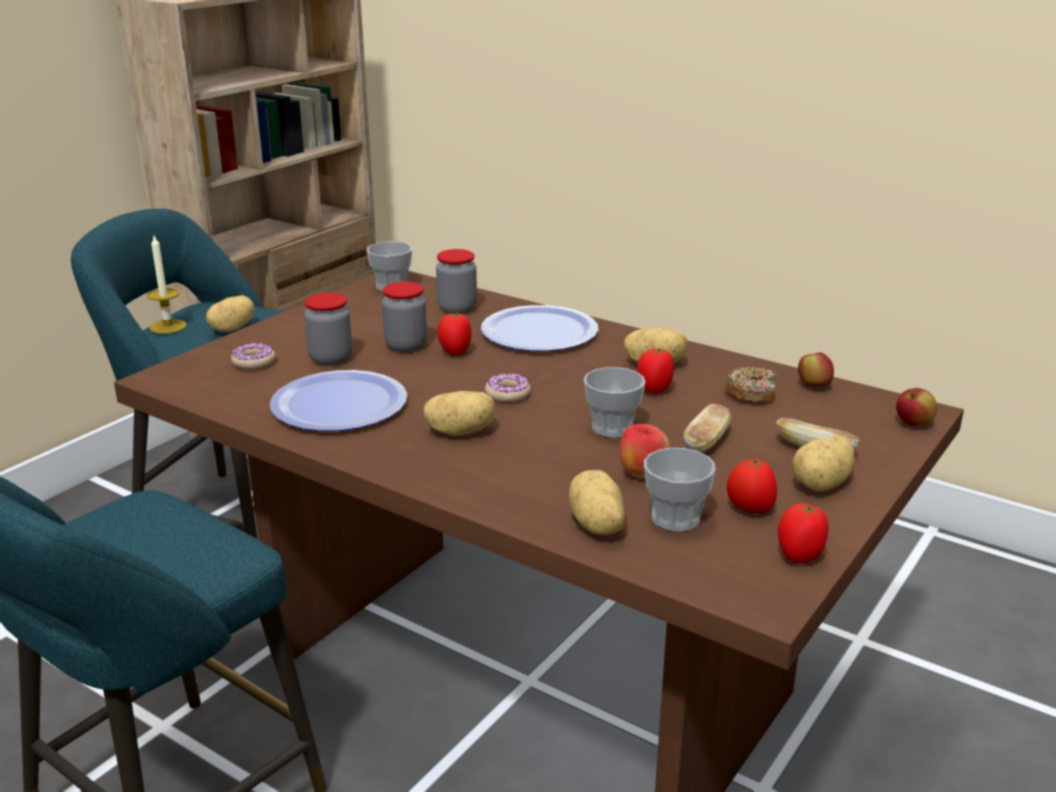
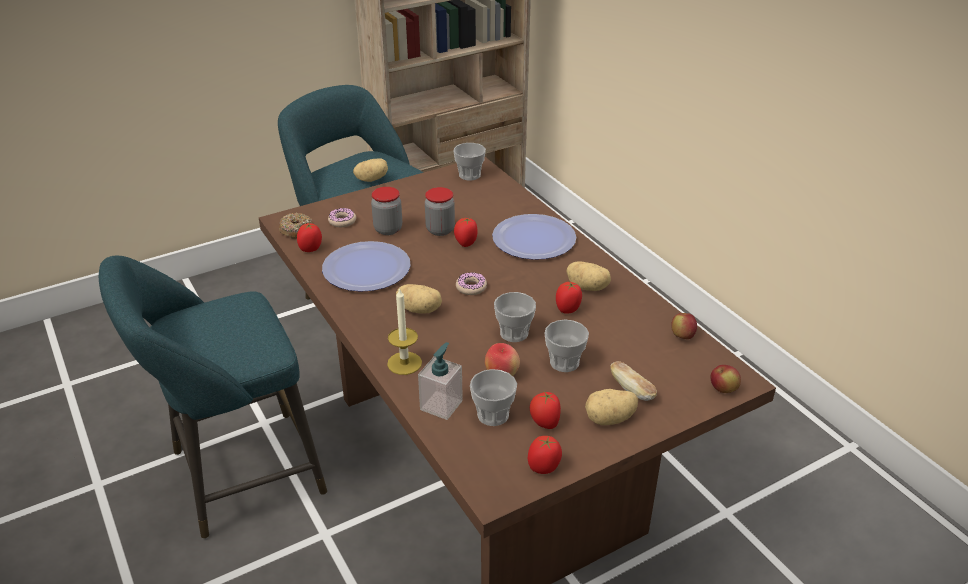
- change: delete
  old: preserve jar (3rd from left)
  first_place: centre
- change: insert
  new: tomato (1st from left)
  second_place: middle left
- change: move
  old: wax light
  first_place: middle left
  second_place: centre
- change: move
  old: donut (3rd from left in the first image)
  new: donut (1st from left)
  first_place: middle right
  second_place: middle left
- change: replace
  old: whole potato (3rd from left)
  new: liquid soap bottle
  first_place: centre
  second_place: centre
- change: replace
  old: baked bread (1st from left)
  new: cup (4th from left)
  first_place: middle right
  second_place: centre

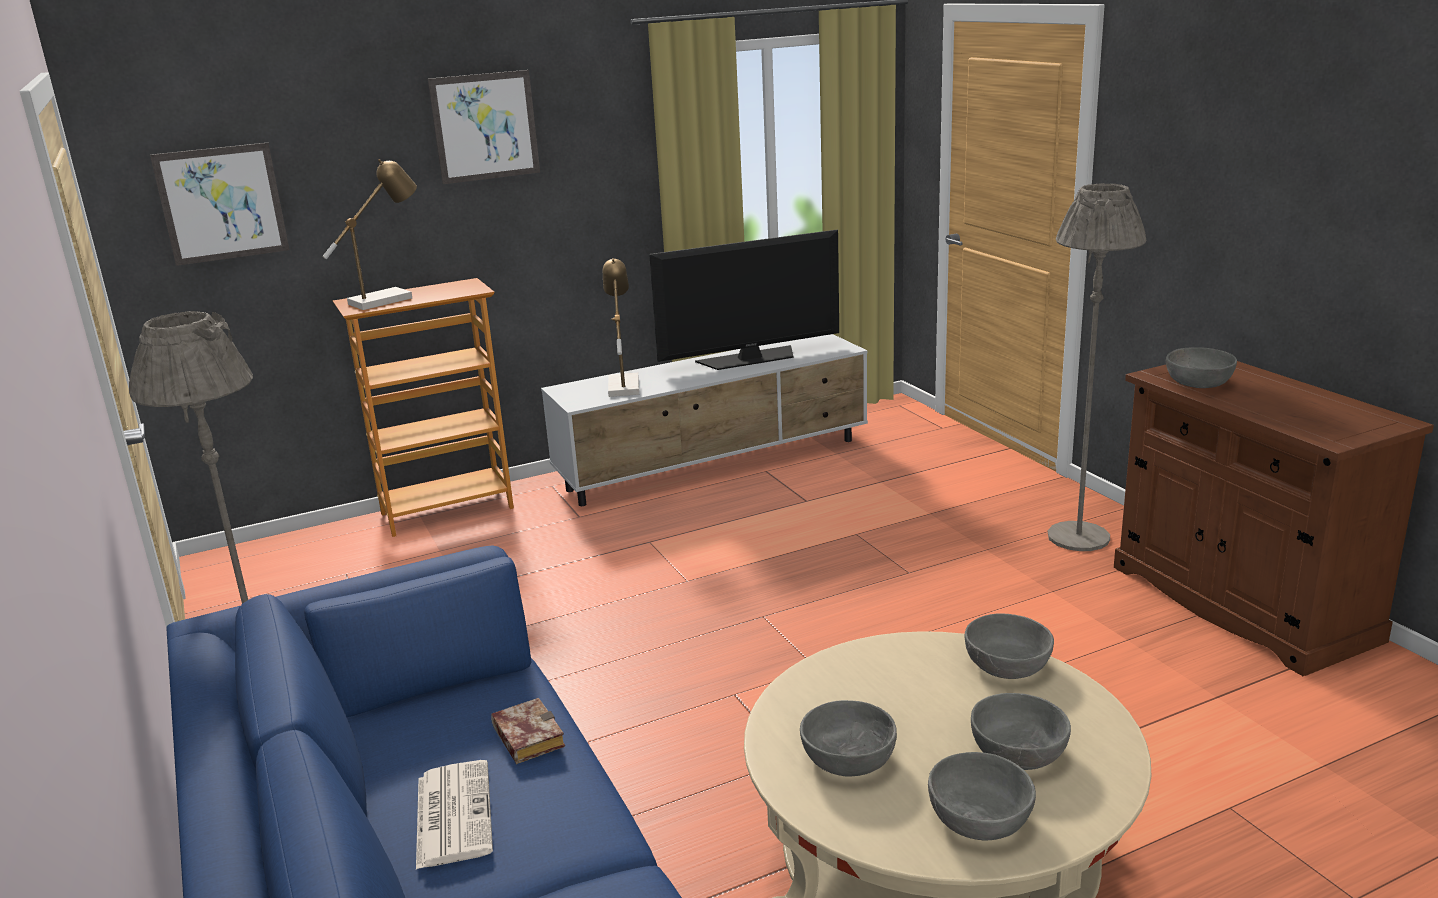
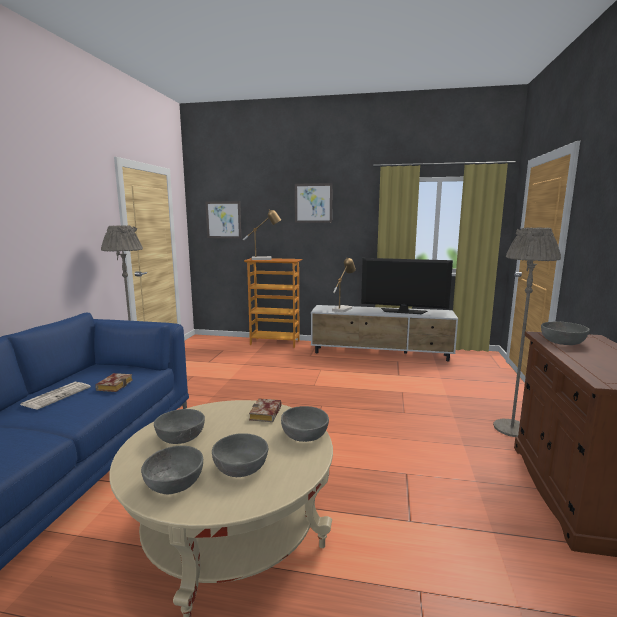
- change: insert
  new: volume (2nd from left)
  second_place: centre

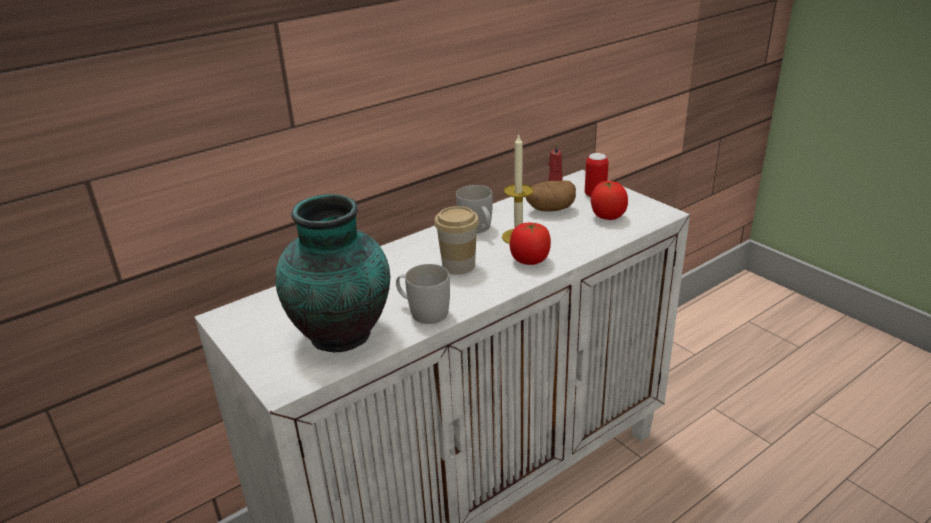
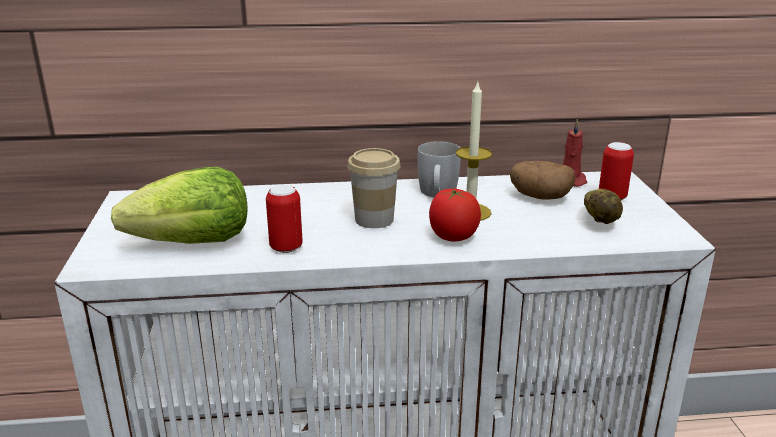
- change: replace
  old: decorative vase
  new: head of lettuce
  first_place: centre
  second_place: middle left
- change: replace
  old: tea mug/whitish (1st from left)
  new: metal can (1st from left)
  first_place: centre
  second_place: centre
- change: replace
  old: tomato (2nd from left)
  new: whole potato (2nd from left)
  first_place: centre
  second_place: middle right

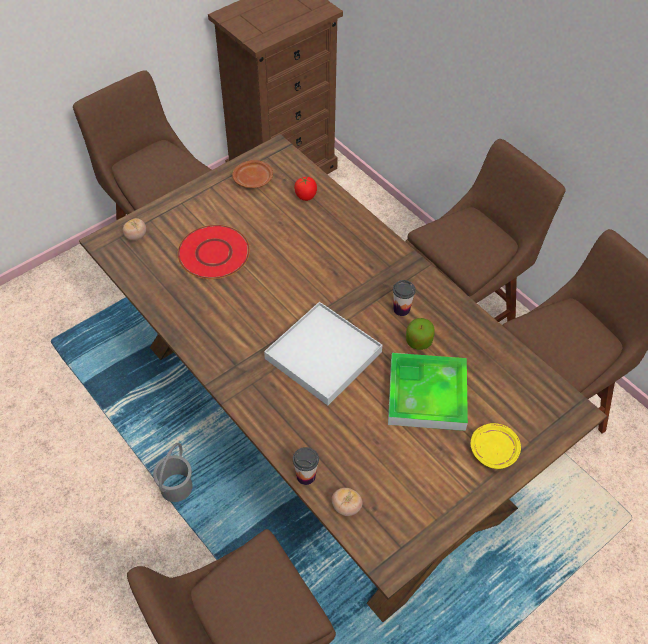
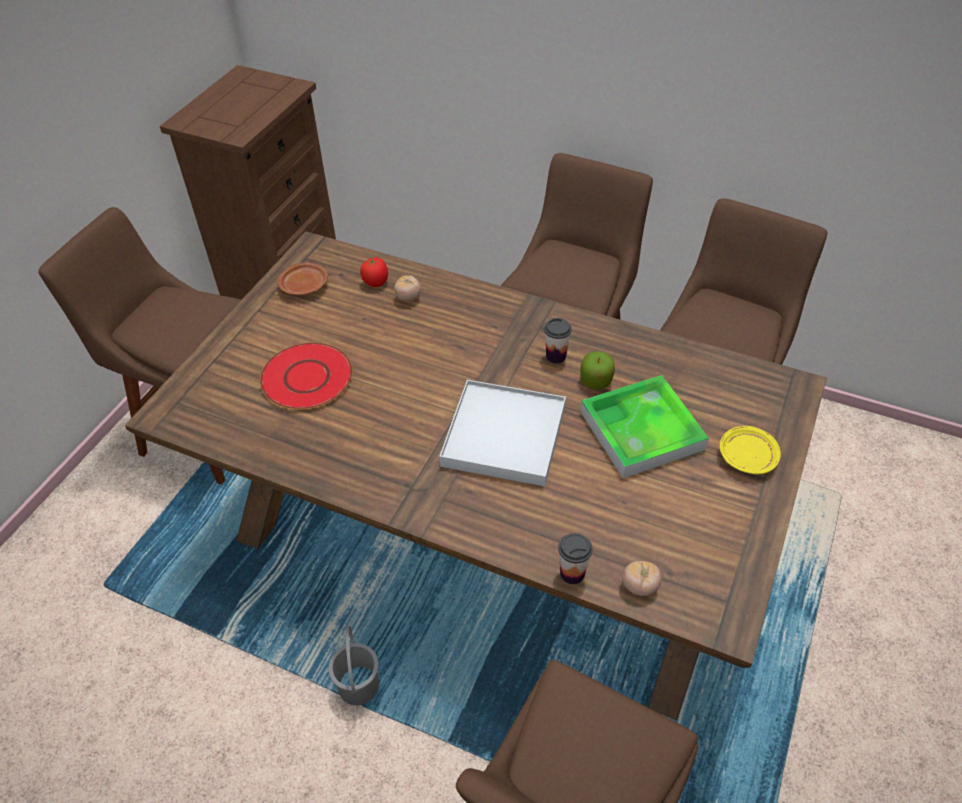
- change: move
  old: tomato (1st from left in the first image)
  new: tomato (2nd from left)
  first_place: middle left
  second_place: centre

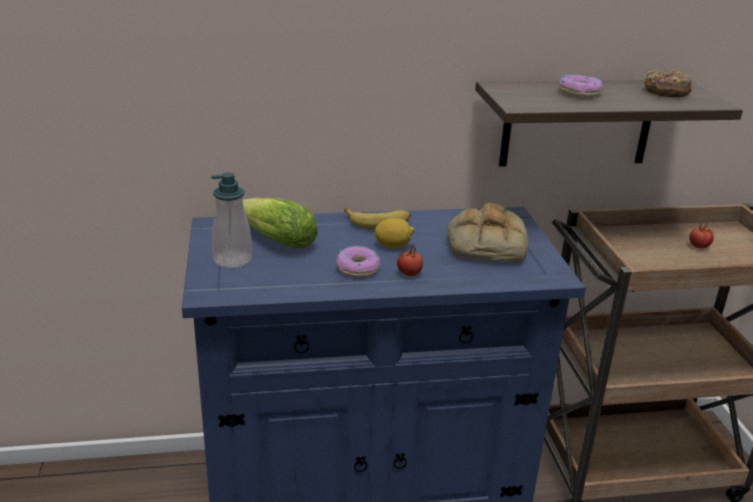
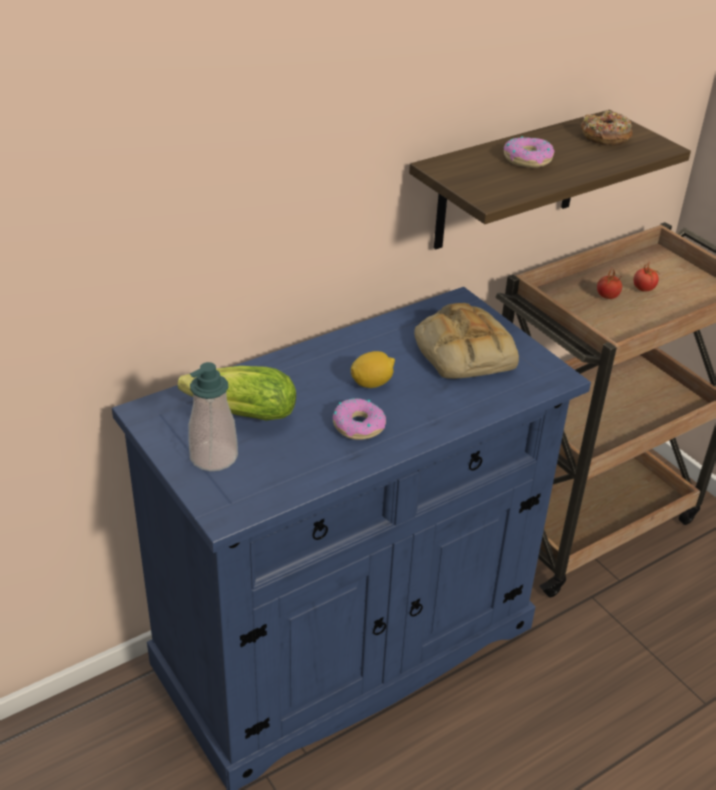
- change: delete
  old: whole banana
  first_place: centre
- change: move
  old: tomato (1st from left)
  first_place: centre
  second_place: middle right

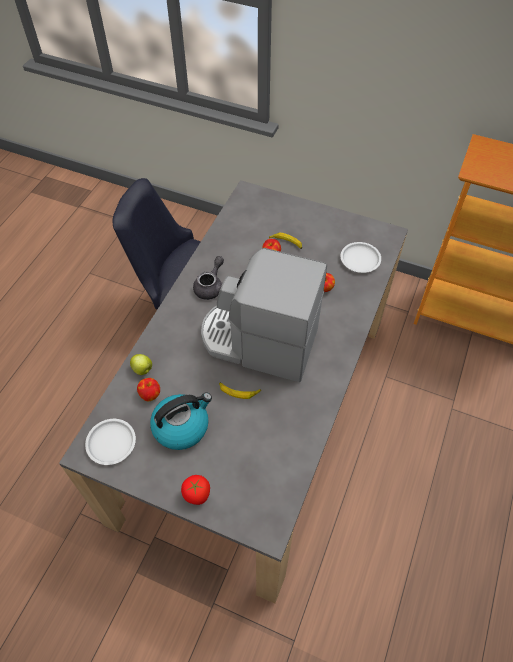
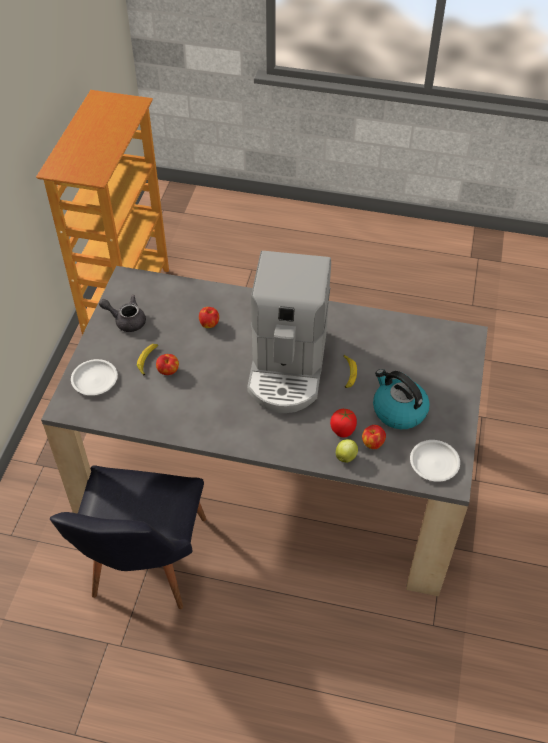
- change: move
  old: tomato
  first_place: bottom centre
  second_place: centre
- change: move
  old: tea pot/gray
  first_place: centre
  second_place: middle left
- change: move
  old: flat dish/whitish (2nd from left in the first image)
  new: flat dish/whitish (1st from left)
  first_place: middle right
  second_place: middle left

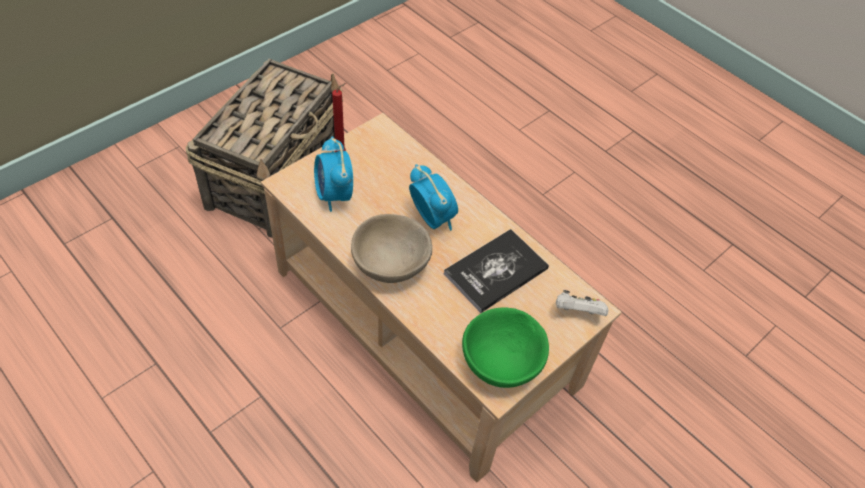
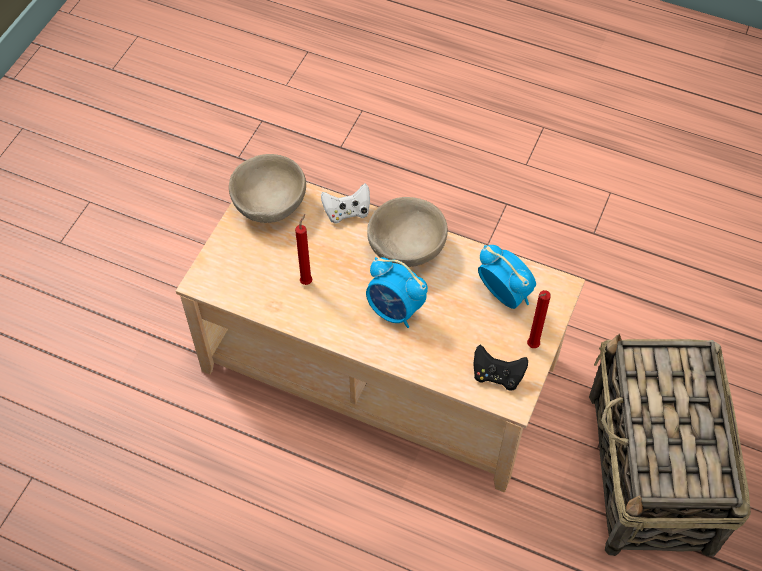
- change: insert
  new: gamepad/black-coloured
  second_place: centre
- change: move
  old: gamepad/whitish
  first_place: middle right
  second_place: centre
- change: replace
  old: volume
  new: wax light/red (1st from left)
  first_place: centre
  second_place: centre
- change: recolor
  old: bowl/green-coloured
  new: bowl/sand-coloured (1st from left)
  first_place: bottom centre
  second_place: top centre

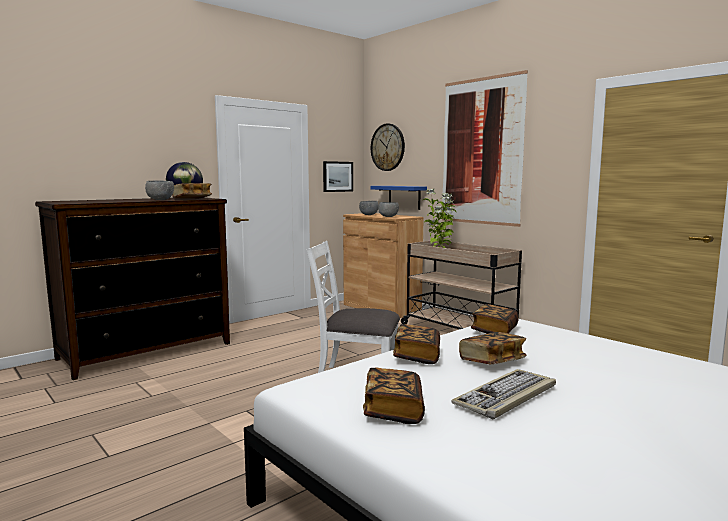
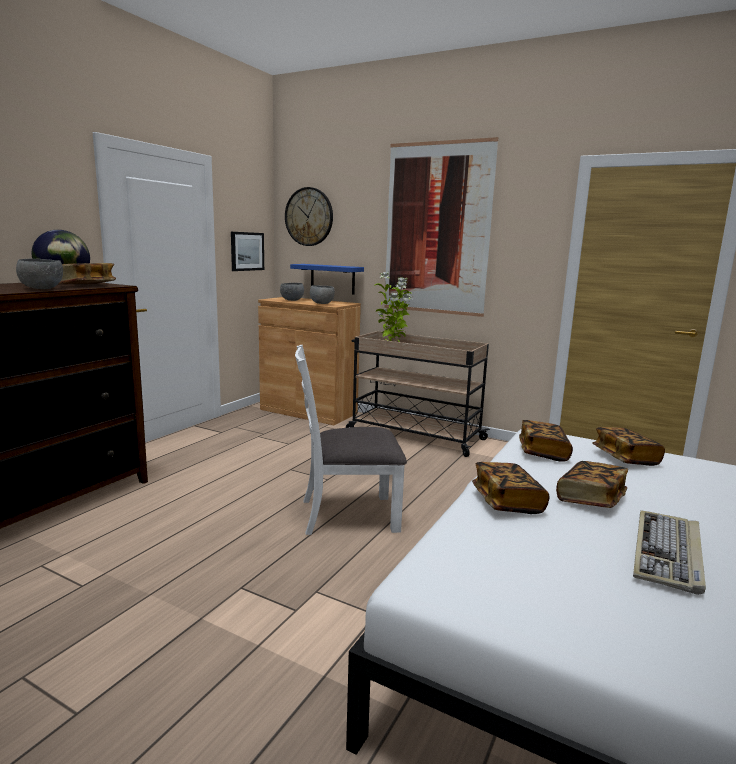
- change: move
  old: volume (2nd from left in the first image)
  new: volume (5th from left)
  first_place: bottom centre
  second_place: middle right

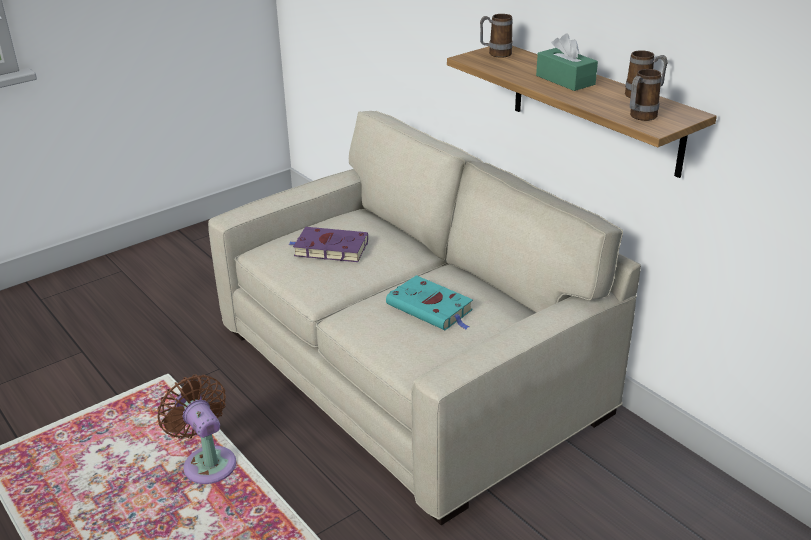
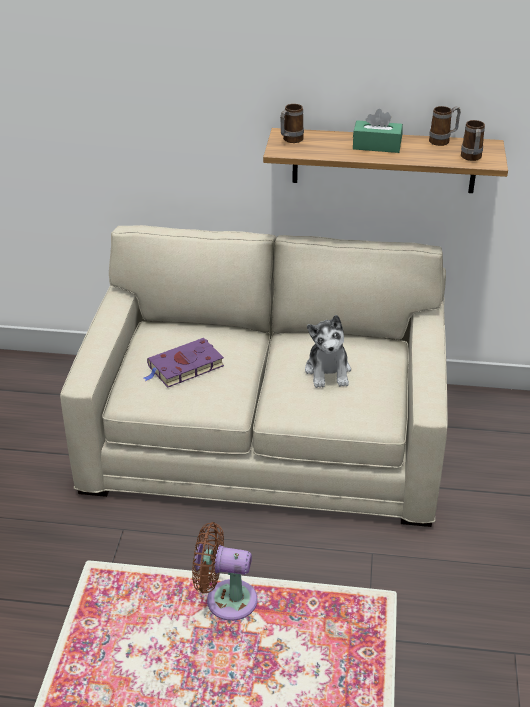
- change: replace
  old: volume/blue-green
  new: plush toy
  first_place: centre
  second_place: centre

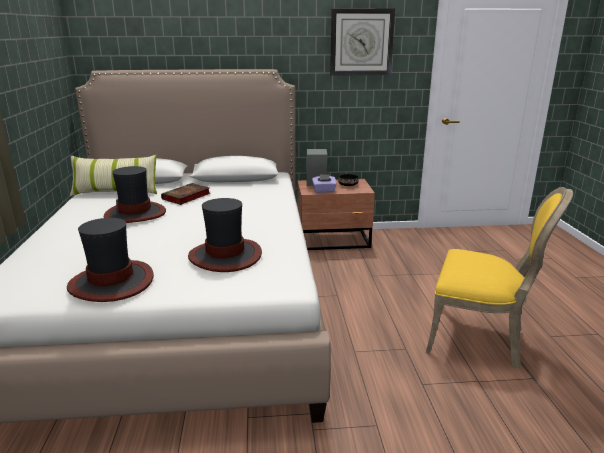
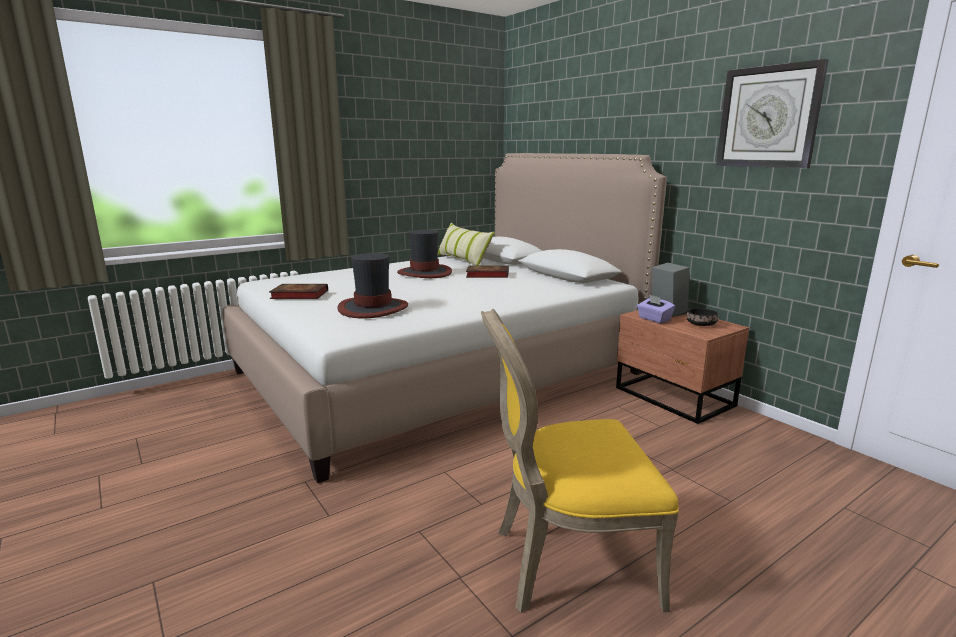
- change: replace
  old: wearable hat (1st from left)
  new: volume (1st from left)
  first_place: middle left
  second_place: middle left
- change: rotate
  old: upright chair/yellow
  first_place: middle right
  second_place: bottom centre
  degrees: 90

